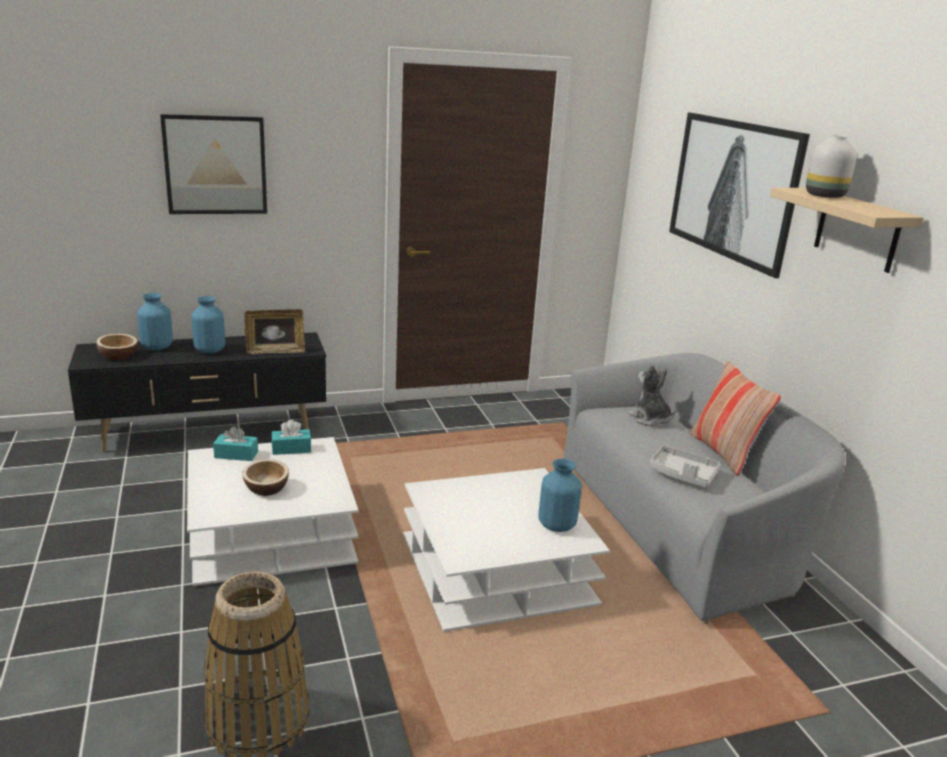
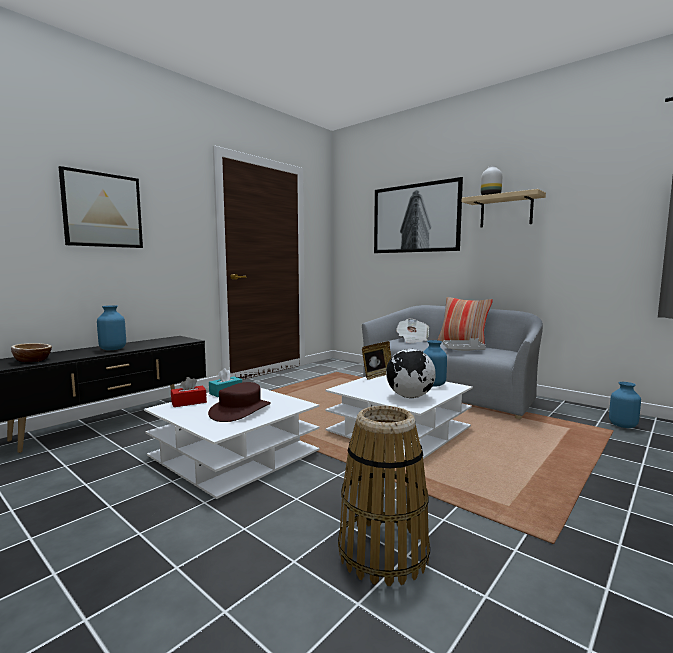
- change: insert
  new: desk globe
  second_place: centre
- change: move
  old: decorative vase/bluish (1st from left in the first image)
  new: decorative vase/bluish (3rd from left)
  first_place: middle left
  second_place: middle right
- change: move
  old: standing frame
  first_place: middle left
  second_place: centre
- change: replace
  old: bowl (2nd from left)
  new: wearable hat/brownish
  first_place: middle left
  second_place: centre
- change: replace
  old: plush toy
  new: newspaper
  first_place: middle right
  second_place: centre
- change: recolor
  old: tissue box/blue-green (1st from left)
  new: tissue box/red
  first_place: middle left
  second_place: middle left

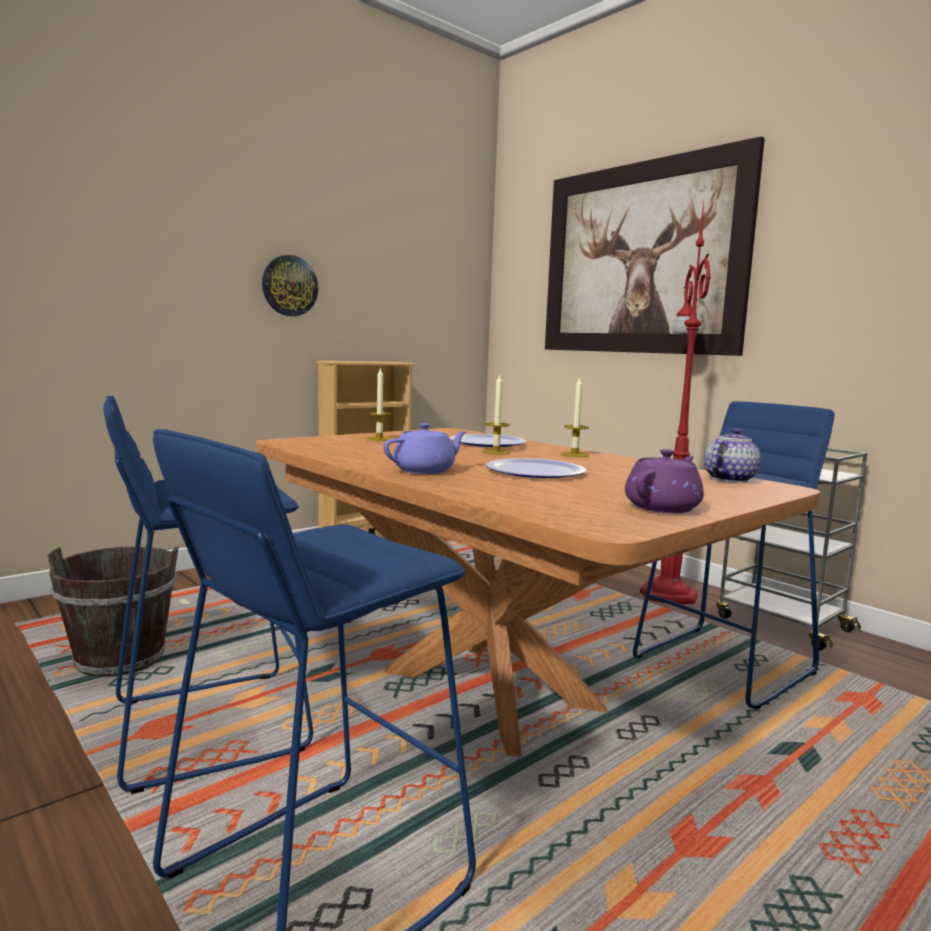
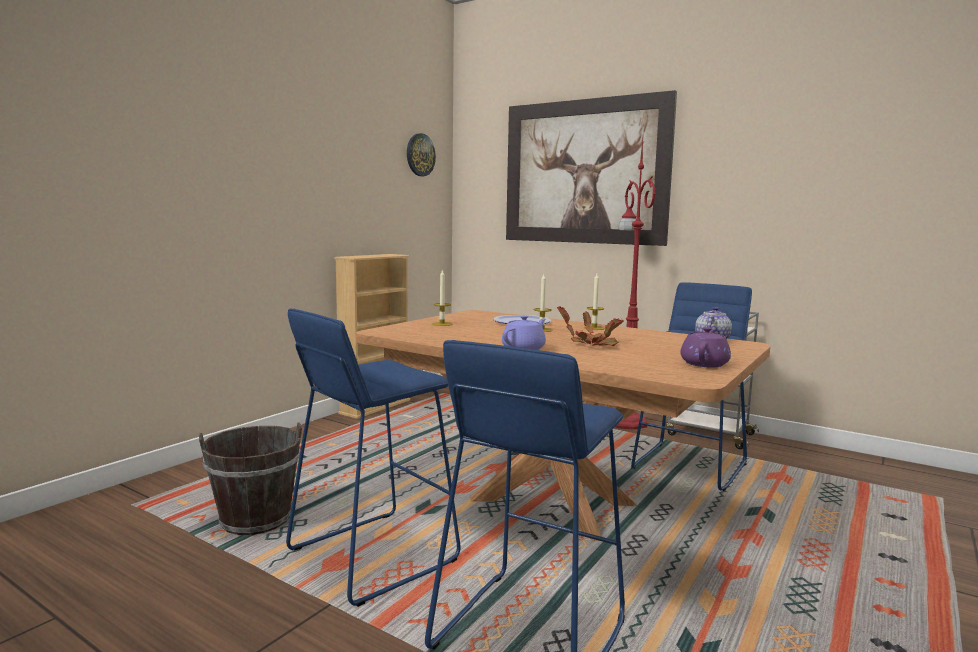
- change: move
  old: hanging clock
  first_place: top left
  second_place: top centre
- change: replace
  old: flat dish (2nd from left)
  new: plant in a pot
  first_place: centre
  second_place: centre

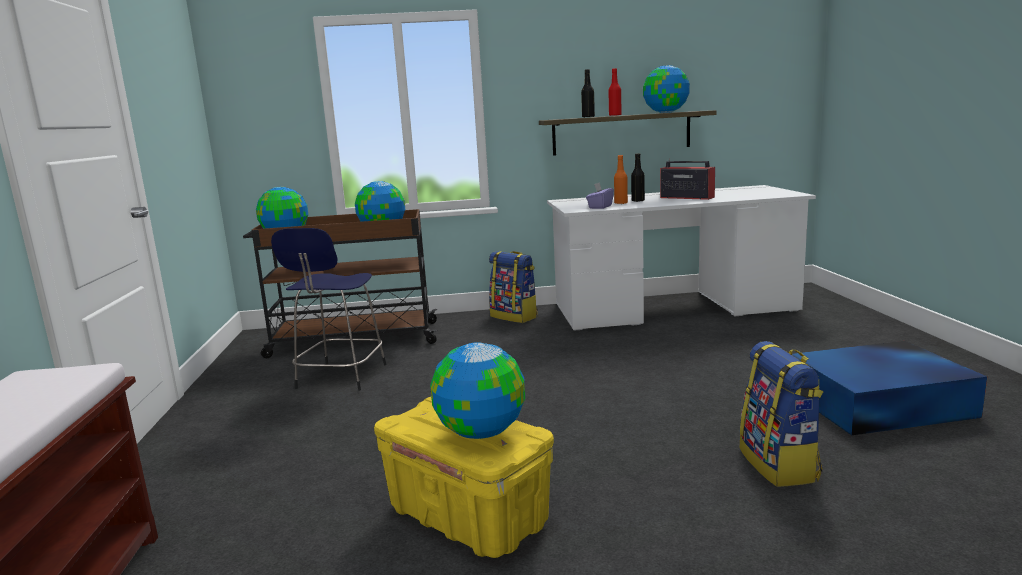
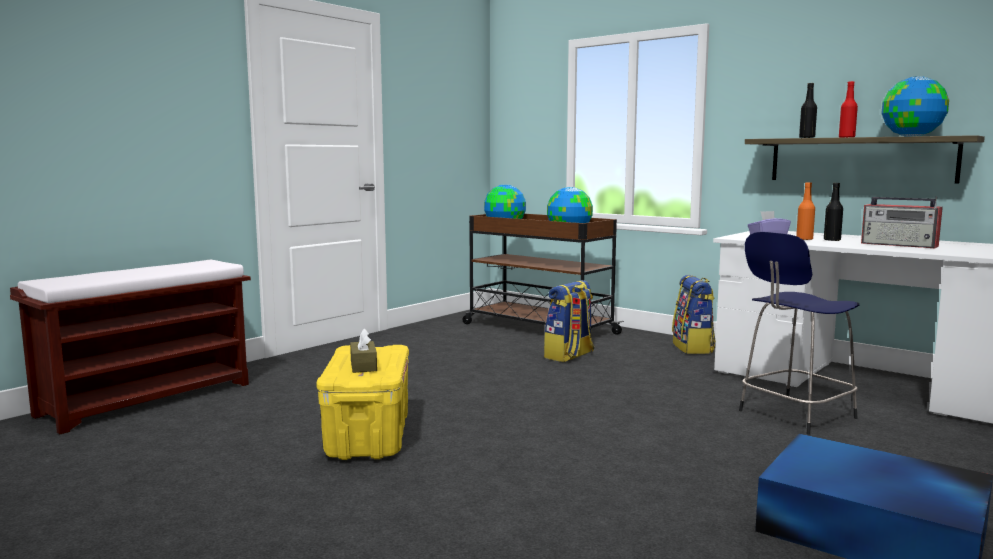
- change: move
  old: stool seat/bluish
  first_place: middle left
  second_place: middle right
- change: move
  old: knapsack (2nd from left in the first image)
  new: knapsack (1st from left)
  first_place: bottom right
  second_place: centre
- change: replace
  old: desk globe (3rd from left)
  new: tissue box/brownish
  first_place: bottom centre
  second_place: centre
- change: rotate
  old: radio set
  first_place: top right
  second_place: middle right
  degrees: 135

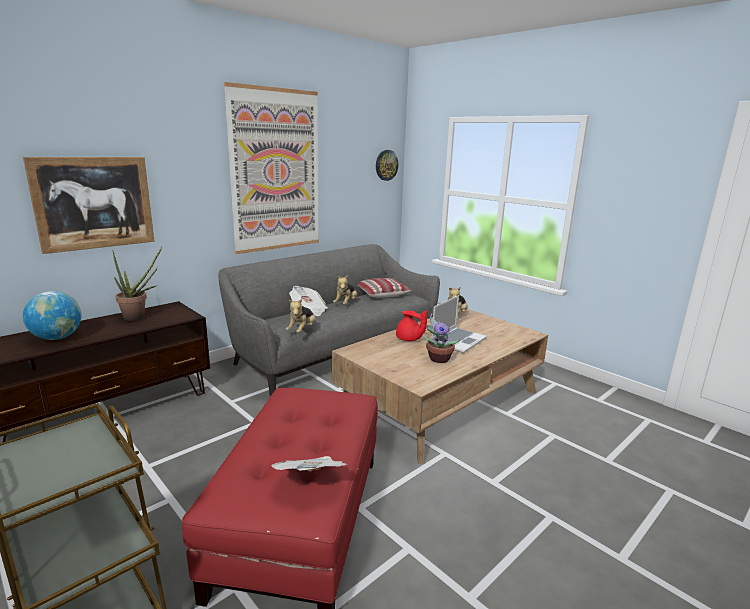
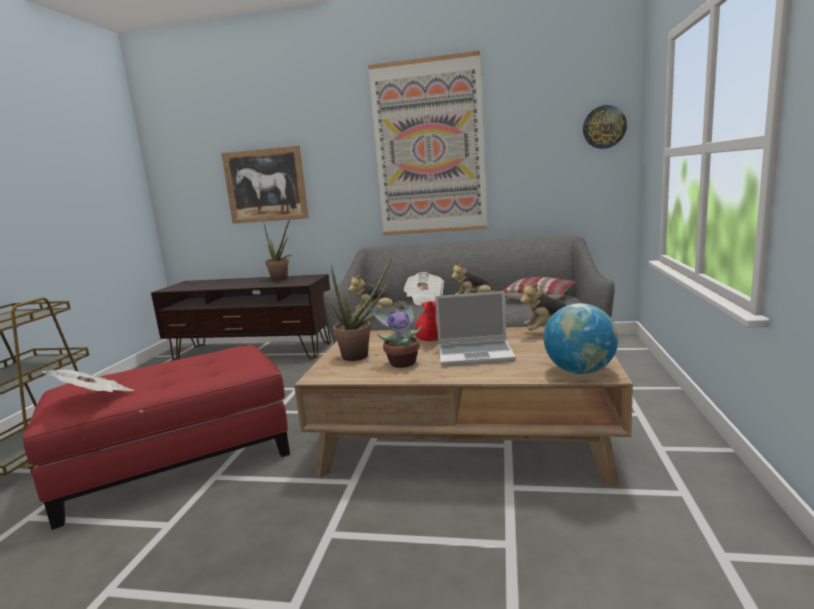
- change: insert
  new: plant in a pot (2nd from left)
  second_place: centre
- change: move
  old: desk globe
  first_place: middle left
  second_place: middle right

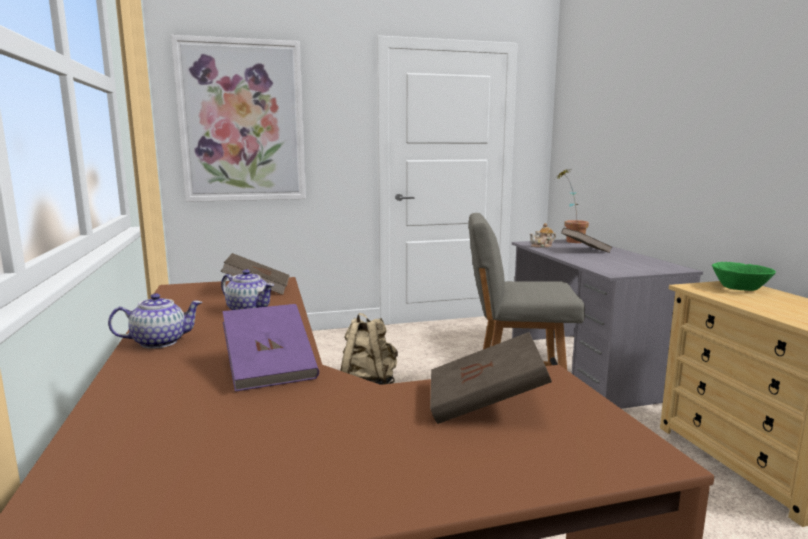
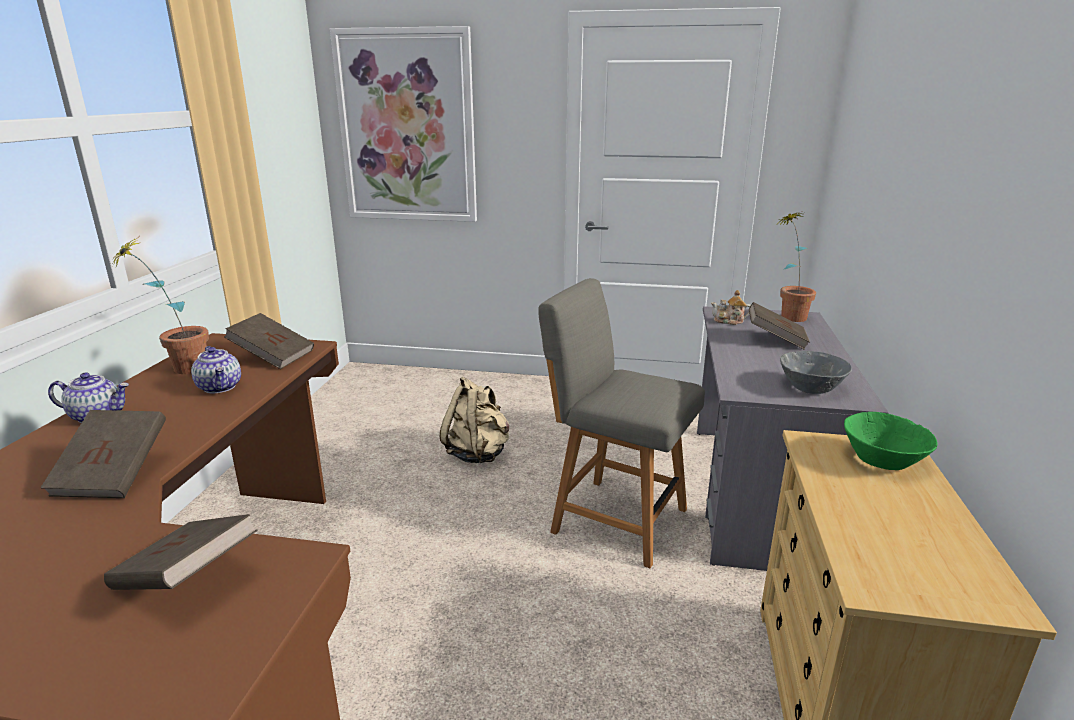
- change: insert
  new: plant in a pot (1st from left)
  second_place: middle left
- change: insert
  new: bowl/gray
  second_place: middle right
- change: recolor
  old: volume/purplish
  new: volume/brownish (1st from left)
  first_place: centre
  second_place: middle left

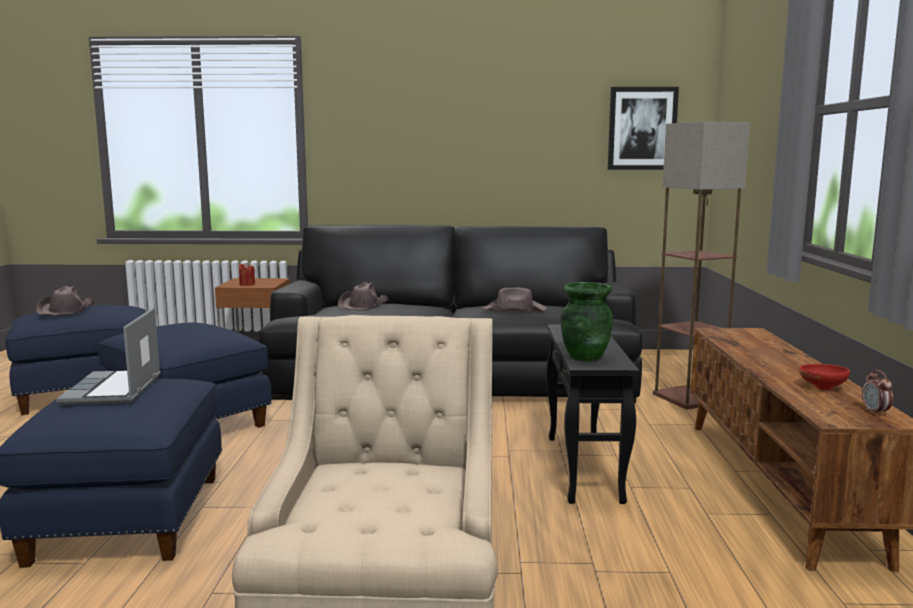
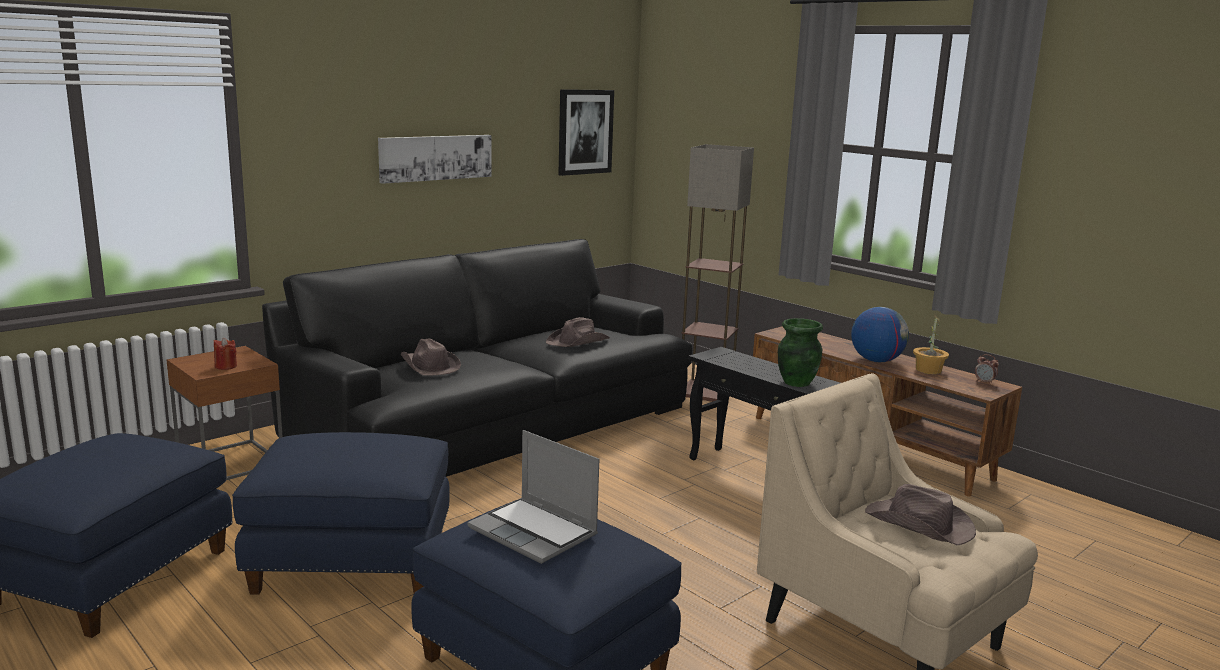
- change: insert
  new: wall art (1st from left)
  second_place: top centre
- change: insert
  new: desk globe
  second_place: middle right
- change: move
  old: wearable hat/brownish (1st from left in the first image)
  new: wearable hat/brownish (3rd from left)
  first_place: middle left
  second_place: bottom right
- change: replace
  old: bowl/red
  new: plant in a pot
  first_place: middle right
  second_place: middle right

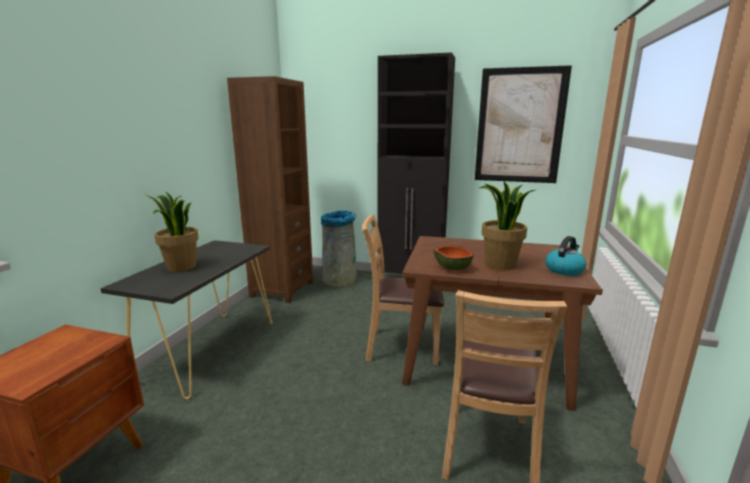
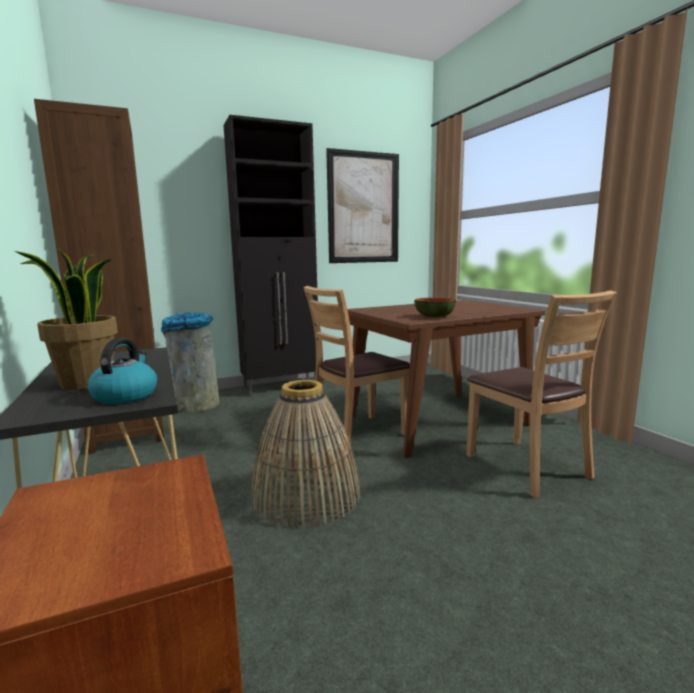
- change: delete
  old: plant in a pot (2nd from left)
  first_place: middle right
- change: insert
  new: storage basket
  second_place: centre
- change: move
  old: kettle
  first_place: middle right
  second_place: middle left

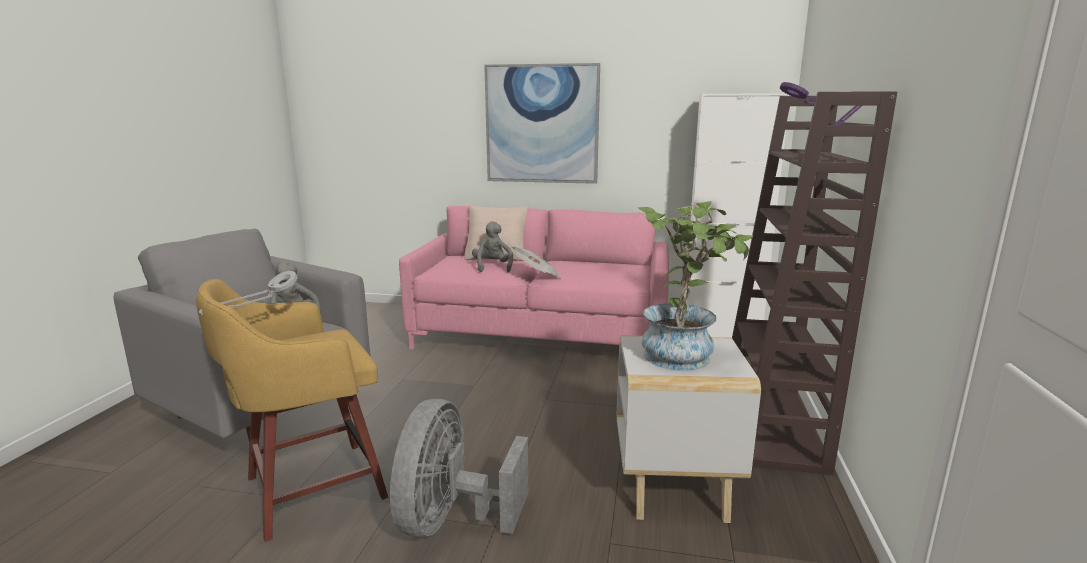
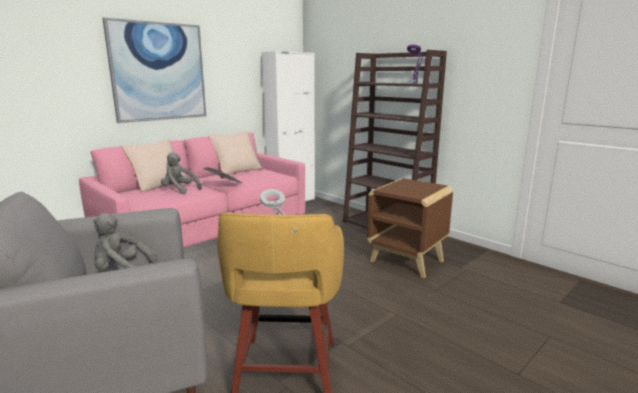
- change: delete
  old: electric fan/gray
  first_place: bottom centre
- change: delete
  old: plant in a pot
  first_place: centre
- change: insert
  new: throw pillow/sand-coloured (2nd from left)
  second_place: centre
- change: recolor
  old: end table/whitish
  new: end table/brownish
  first_place: bottom centre
  second_place: centre

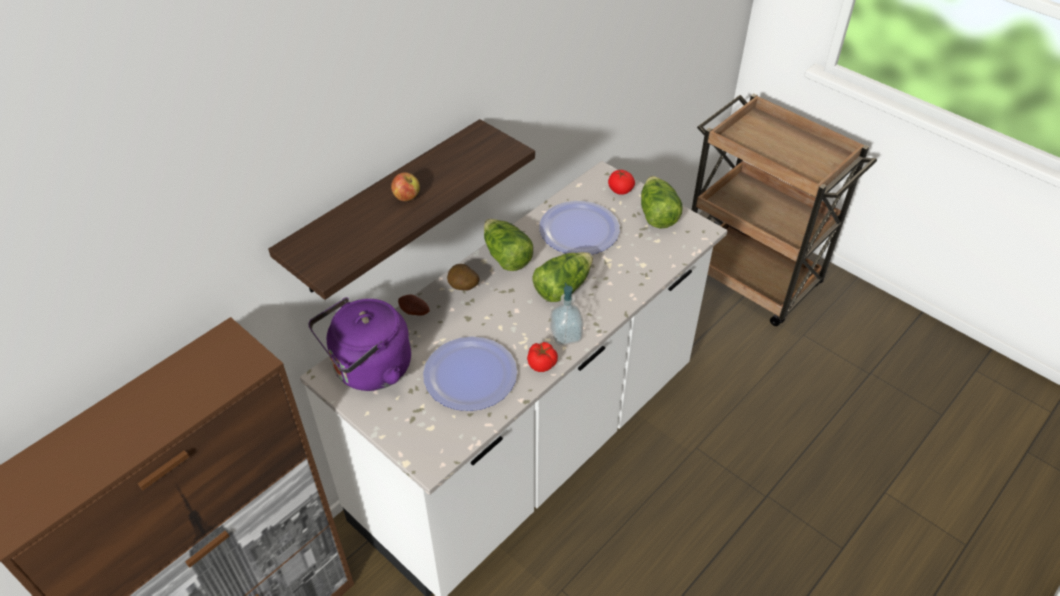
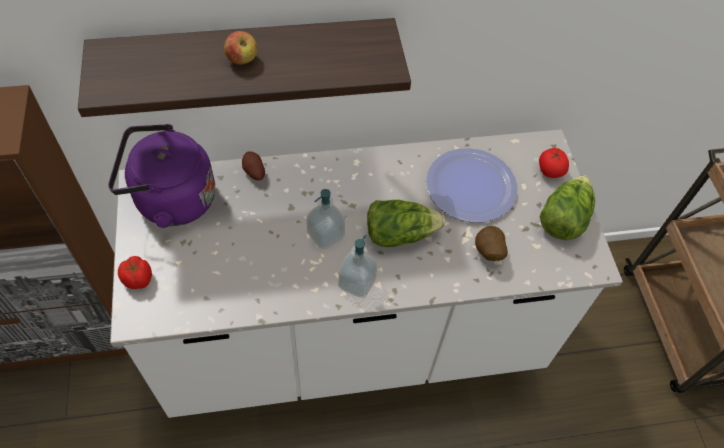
- change: delete
  old: flat dish (1st from left)
  first_place: centre
- change: delete
  old: head of lettuce (1st from left)
  first_place: centre
- change: insert
  new: liquid soap bottle (1st from left)
  second_place: centre
- change: move
  old: whole potato (2nd from left)
  first_place: centre
  second_place: middle right
- change: move
  old: tomato (1st from left)
  first_place: centre
  second_place: middle left

